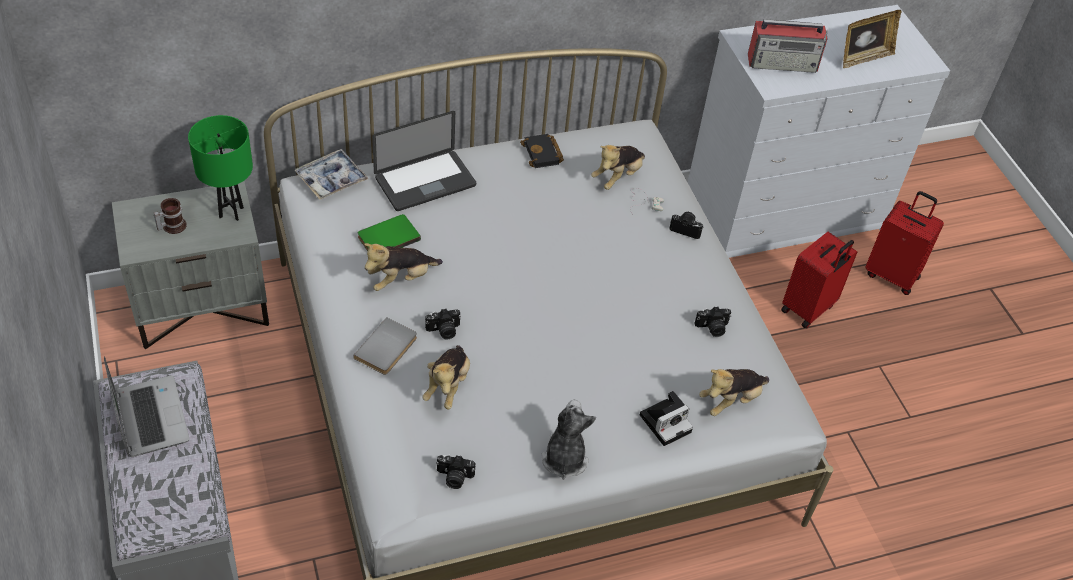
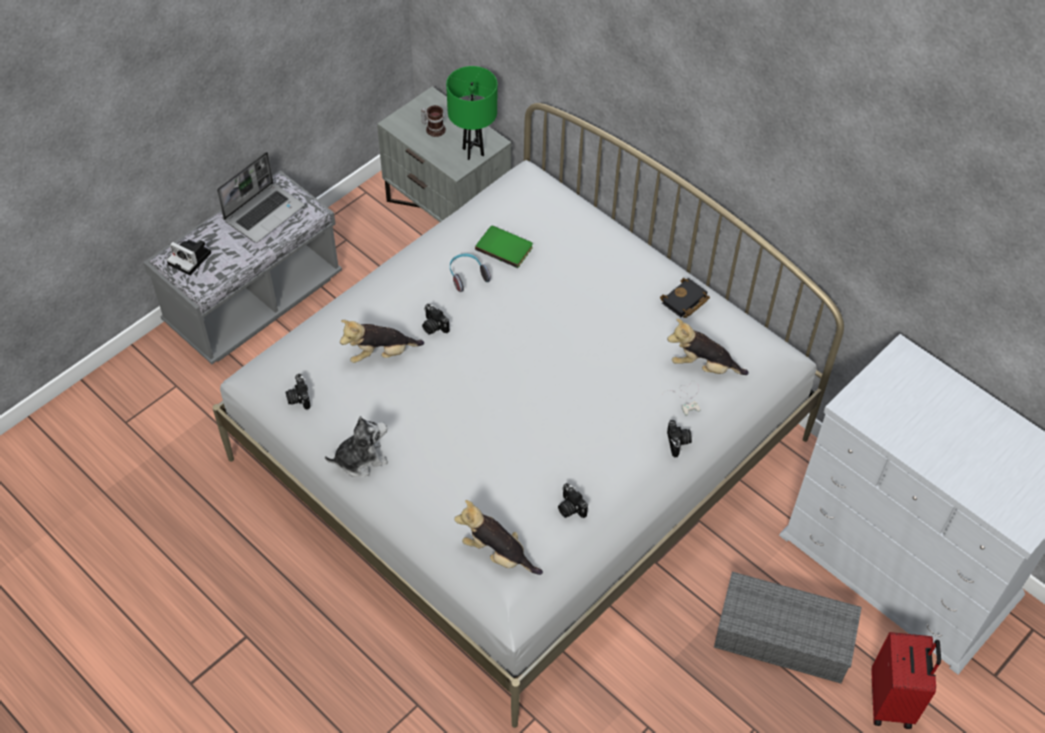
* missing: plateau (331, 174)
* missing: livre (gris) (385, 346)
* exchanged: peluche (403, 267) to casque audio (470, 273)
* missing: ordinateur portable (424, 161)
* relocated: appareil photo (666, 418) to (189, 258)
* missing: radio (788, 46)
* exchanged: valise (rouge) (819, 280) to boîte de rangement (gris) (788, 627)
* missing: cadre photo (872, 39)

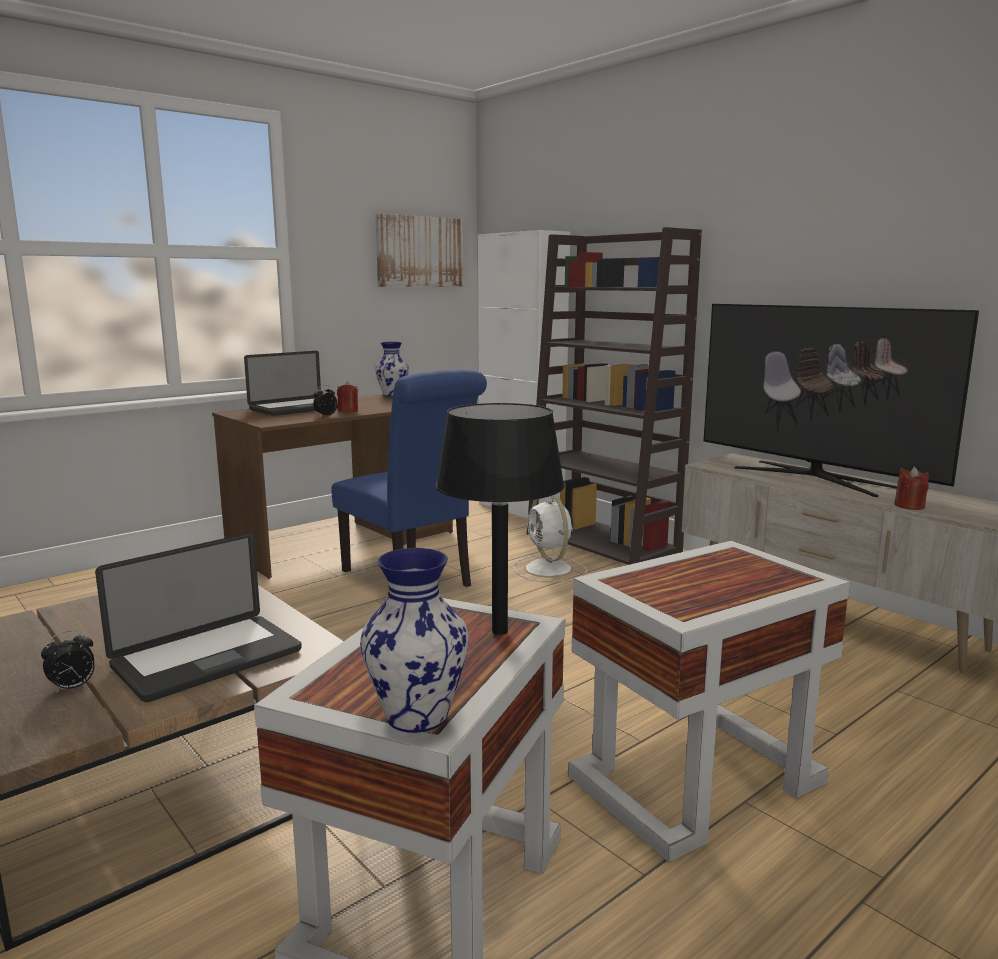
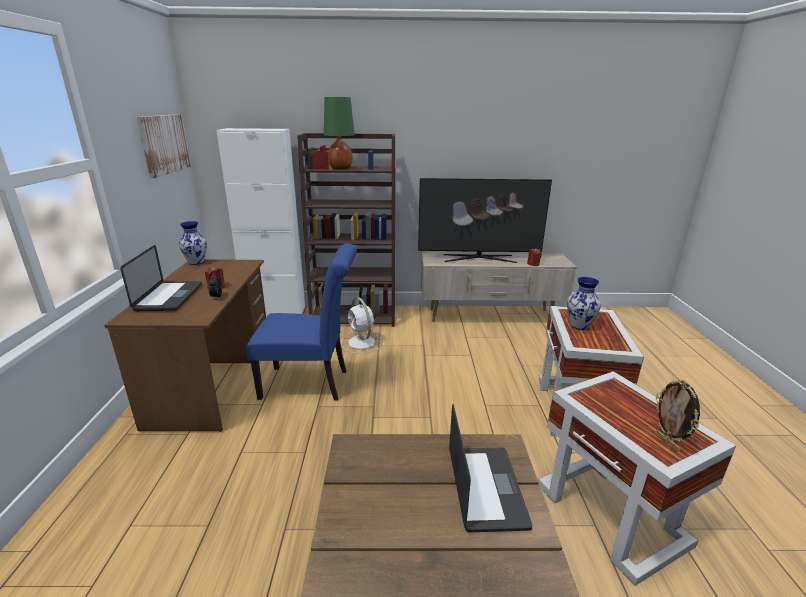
* missing: réveil (67, 662)
* relocated: vase (414, 640) to (584, 303)
* missing: lampe de table (noir) (500, 519)
* spun: ventilateur (blanc) (550, 538) = (362, 325) 45 degrees clockwise
* appeared: lampe de table (vert) (339, 133)
* appeared: cadre photo (677, 416)

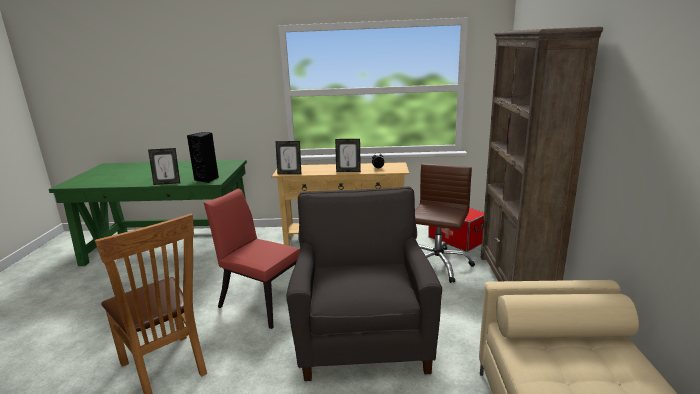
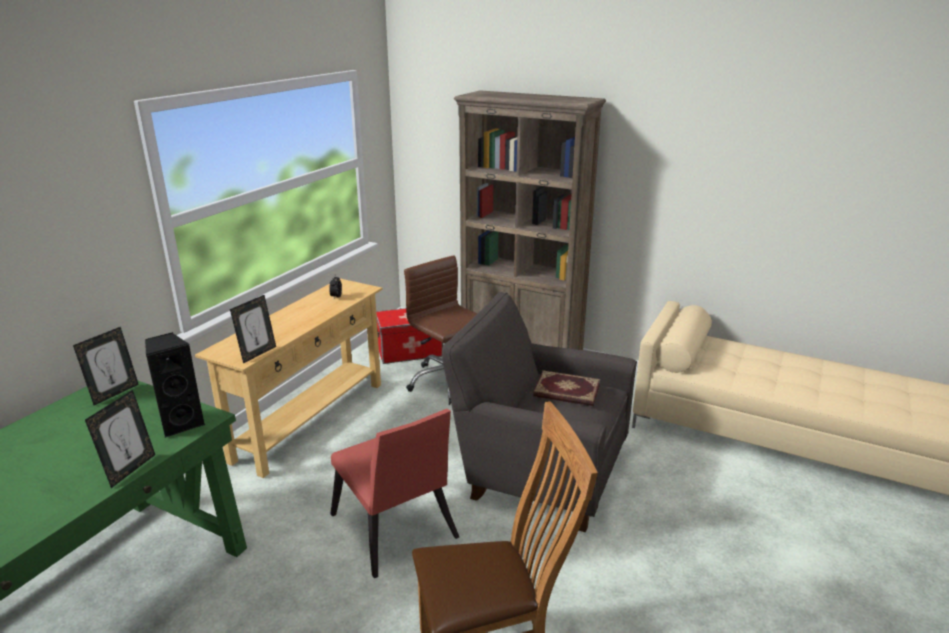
* spun: chaise (rouge) (252, 259) = (394, 493) 90 degrees counterclockwise
* relocated: cadre photo (348, 155) to (106, 366)
* appeared: livre (566, 388)

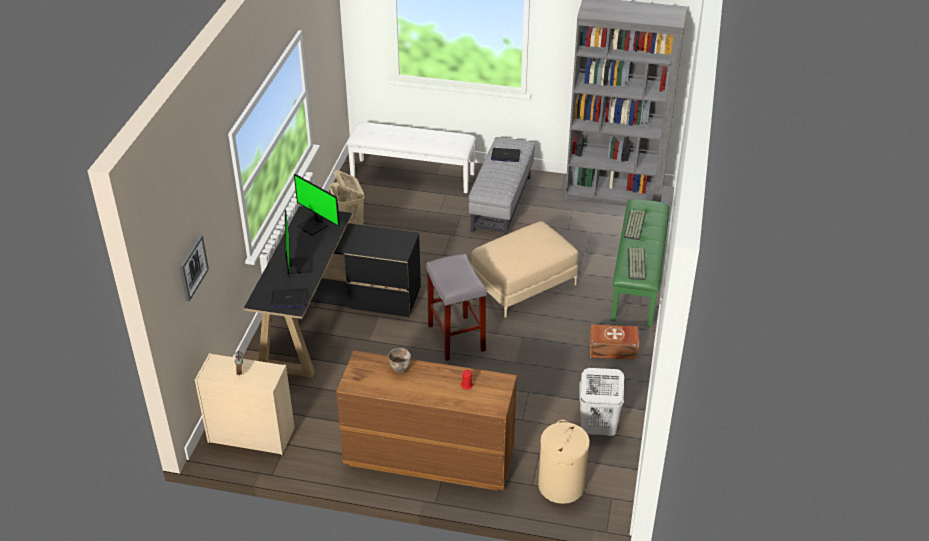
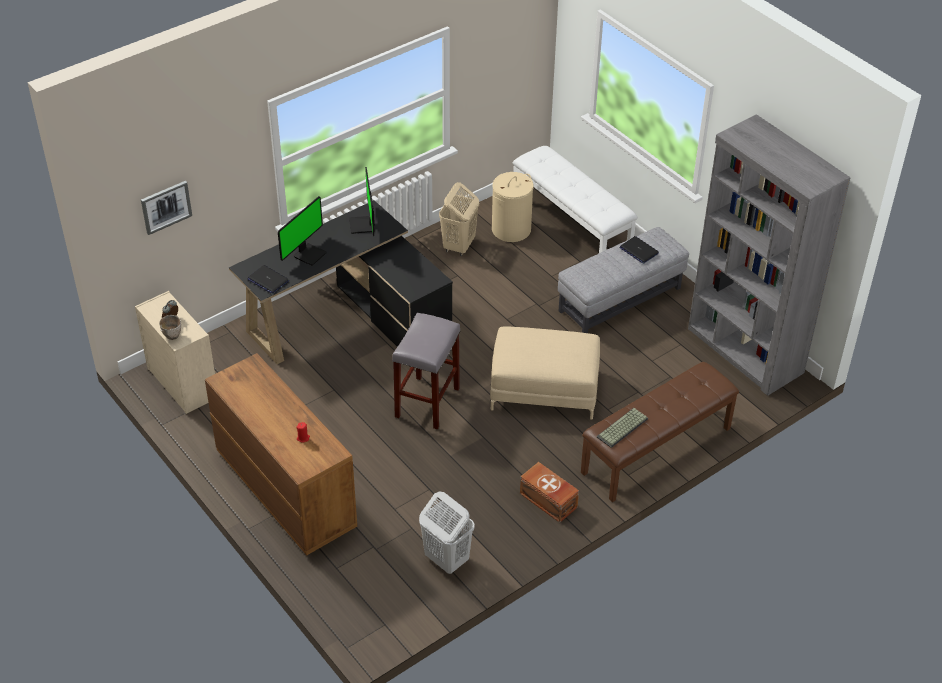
* relocated: bol (399, 360) to (170, 327)
* relocated: panier à linge (beige) (564, 462) to (513, 207)
* colour: banc (vert) (640, 263) to banc (marron) (660, 432)
* missing: clavier (635, 224)

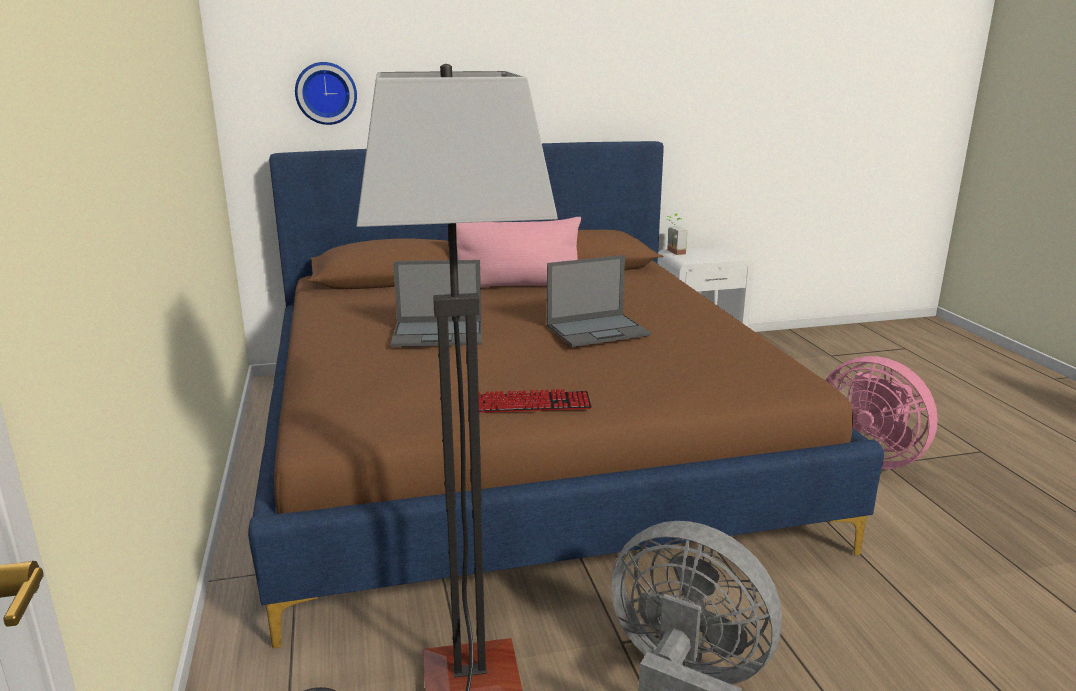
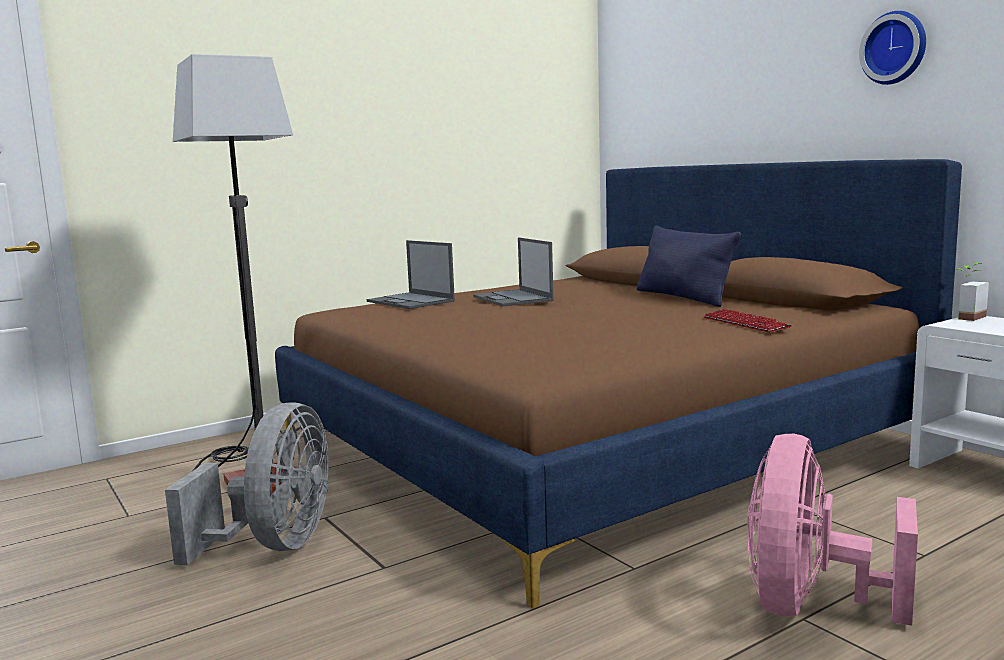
* relocated: horloge murale (326, 93) to (892, 48)
* colour: coussin (rose) (518, 252) to coussin (bleu) (688, 266)
* relocated: clavier (535, 401) to (748, 320)
* relocated: ordinateur portable (599, 301) to (411, 274)

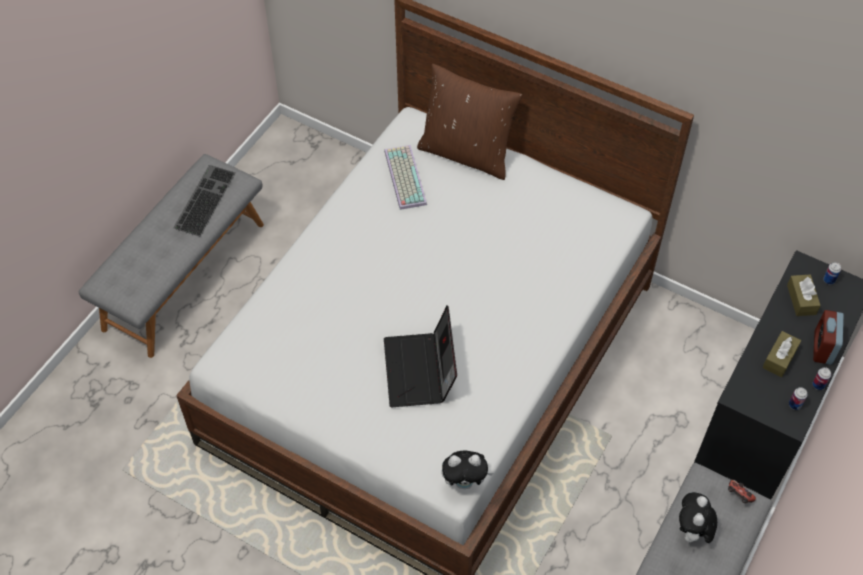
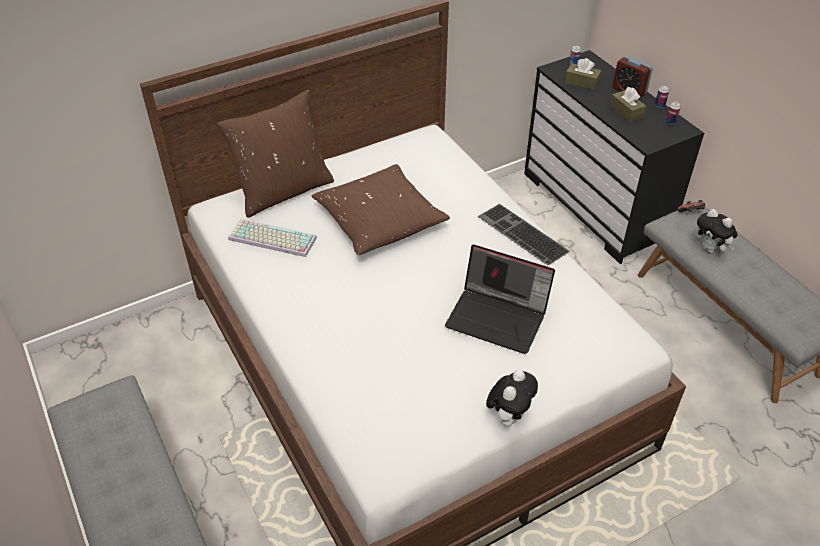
* relocated: clavier (204, 200) to (524, 234)
* relocated: peluche (467, 470) to (512, 398)
* appeared: coussin (marron) (380, 209)

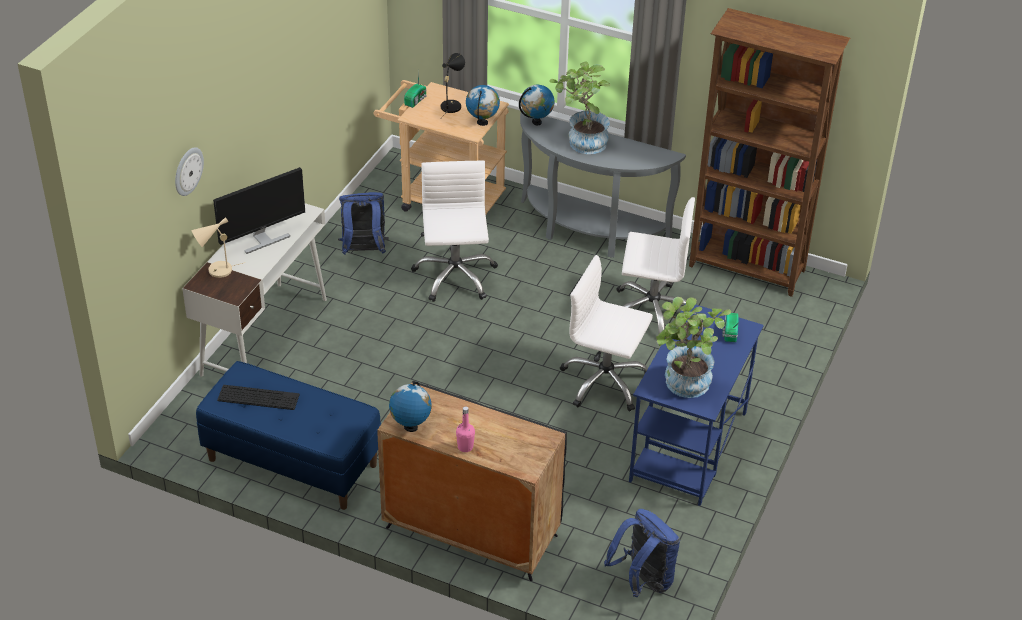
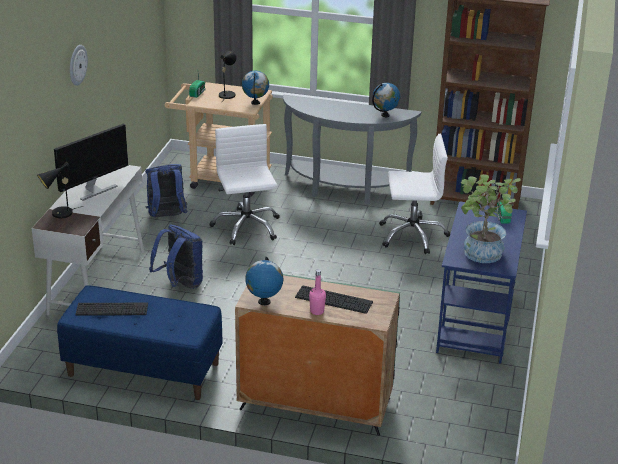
* relocated: horloge murale (189, 171) to (79, 65)
* colour: lampe de table (beige) (218, 247) to lampe de table (noir) (60, 190)
* colour: meuble de rangement (noir) (472, 481) to meuble de rangement (vert) (317, 354)
* relocated: globe (536, 105) to (386, 100)
* missing: plante en pot (579, 107)
* missing: chaise de bureau (blanc) (606, 333)
* relocated: sac à dos (bleu) (642, 553) to (176, 257)
* appeared: clavier (334, 299)

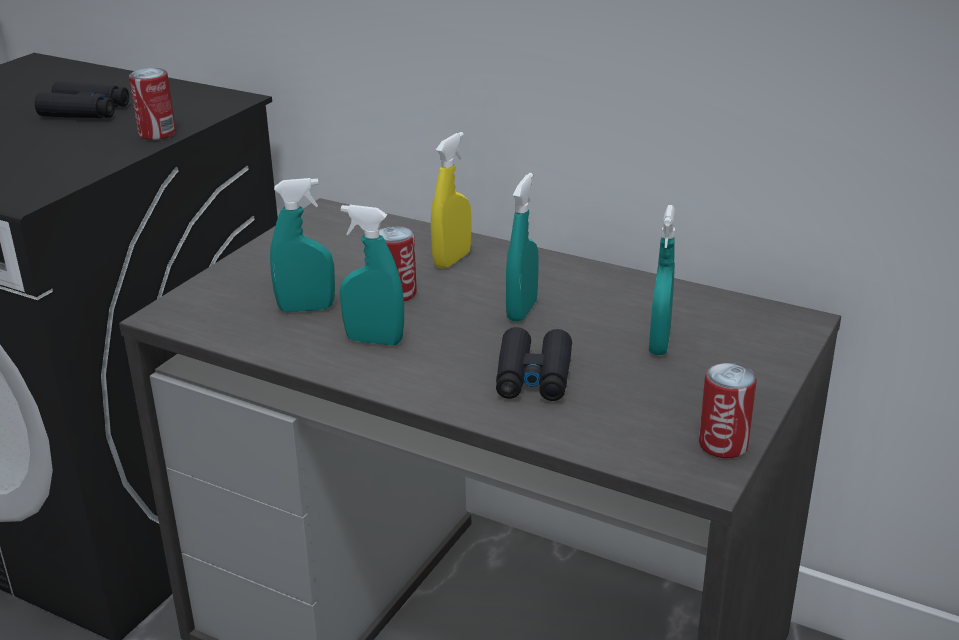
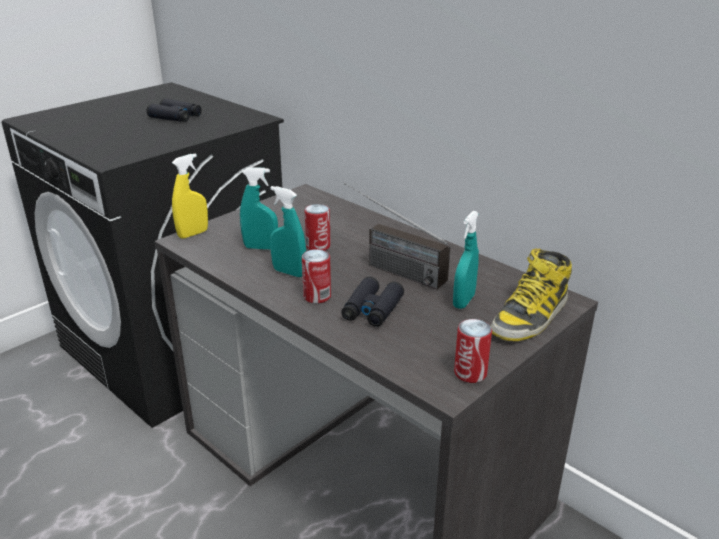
* relocated: boîte métallique (152, 104) to (316, 276)
* relocated: vaporisateur (jaune) (451, 200) to (190, 196)
* exchanged: vaporisateur (turquoise) (522, 247) to radio (397, 236)
* appeared: botte (531, 295)

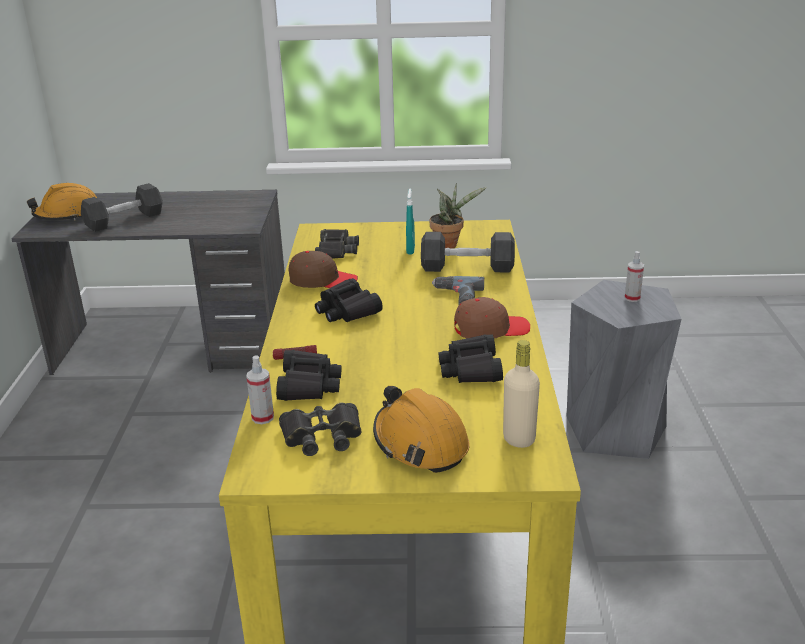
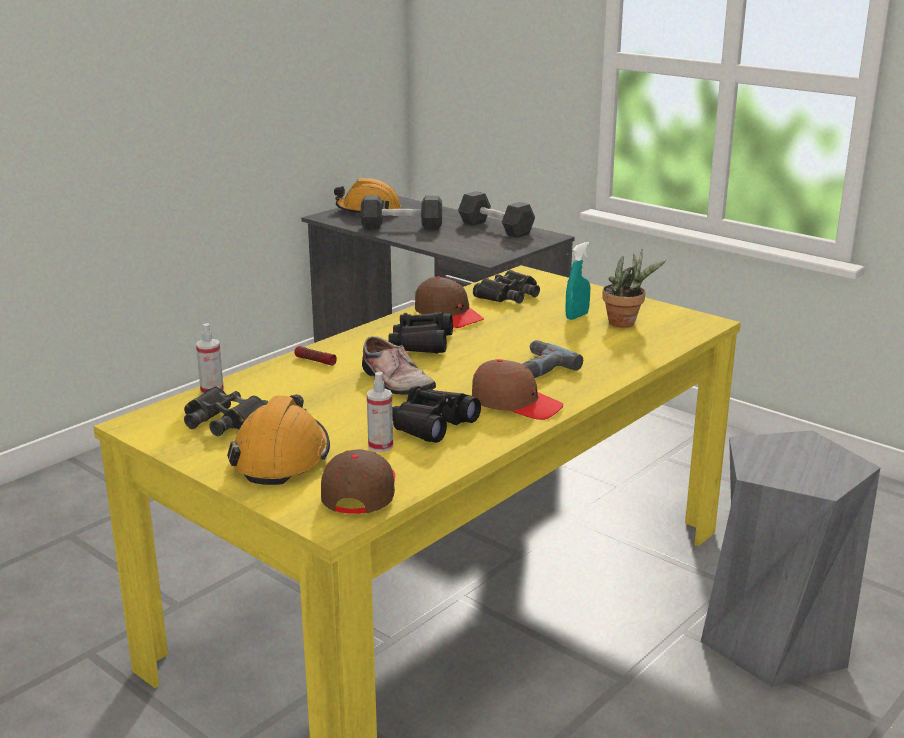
* missing: jumelles (noir) (309, 375)
* relocated: haltère (noir) (468, 252) to (496, 214)
* exchanged: bouteille (beige) (521, 394) to casquette (marron) (358, 481)
* relocated: vaporisateur (634, 276) to (380, 412)
* appeared: chaussure (399, 365)

